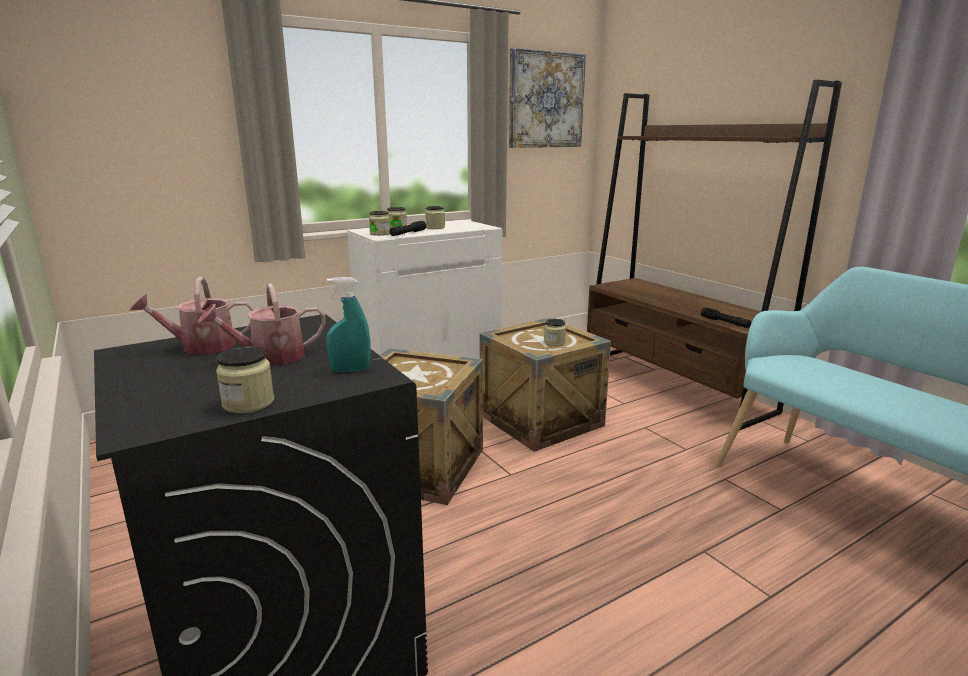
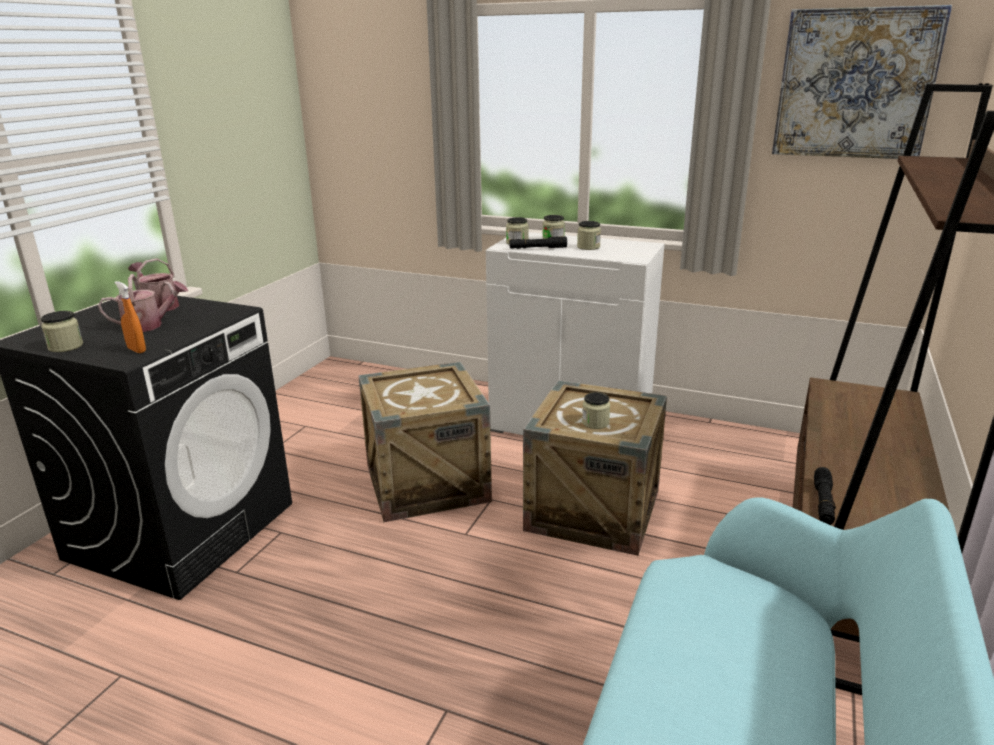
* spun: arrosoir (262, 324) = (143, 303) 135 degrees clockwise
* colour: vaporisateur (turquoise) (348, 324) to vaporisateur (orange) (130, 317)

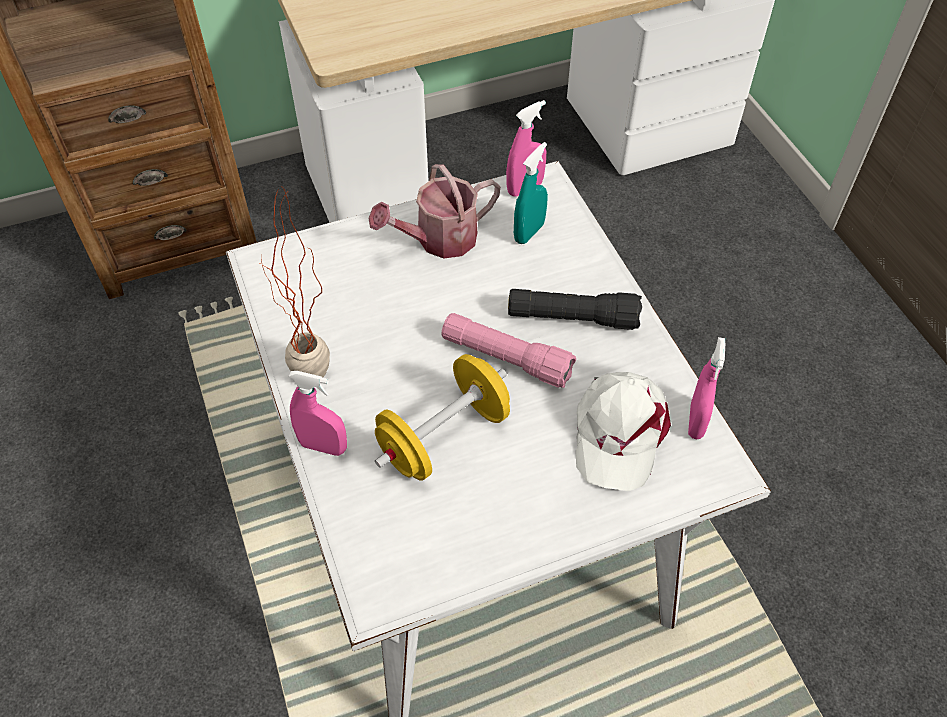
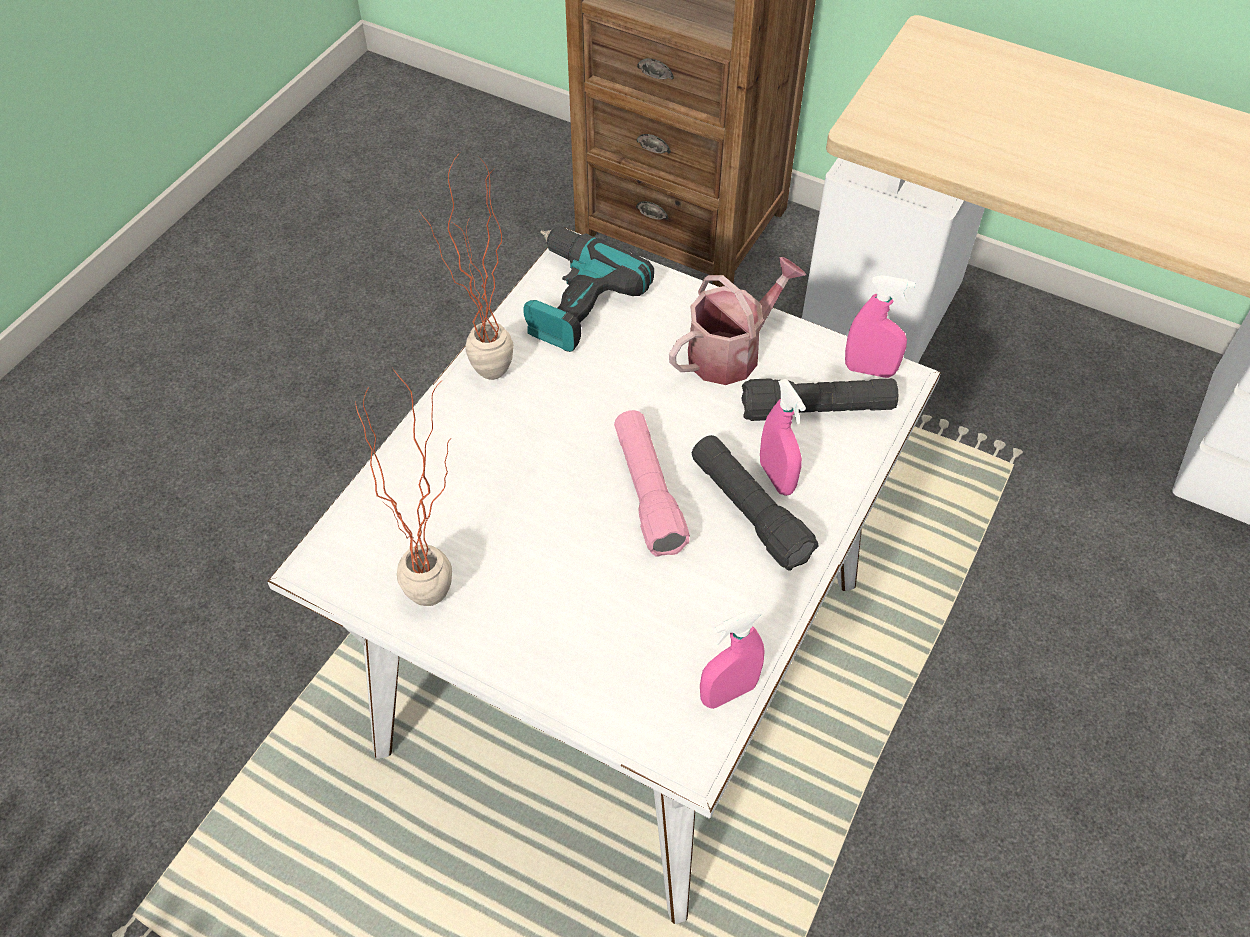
* relocated: vaporisateur (rose) (317, 413) to (783, 437)
* spun: arrosoir (434, 211) = (737, 321) 120 degrees clockwise
* missing: haltère (jaune) (442, 417)
* exchanged: vaporisateur (turquoise) (531, 193) to lampe de poche (noir) (819, 399)
* missing: casquette (blanc) (623, 431)
* appeared: plante en pot (403, 487)
* appeared: perceuse (588, 289)

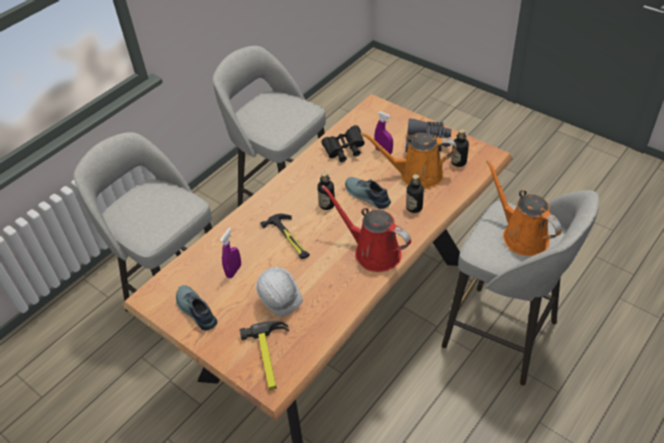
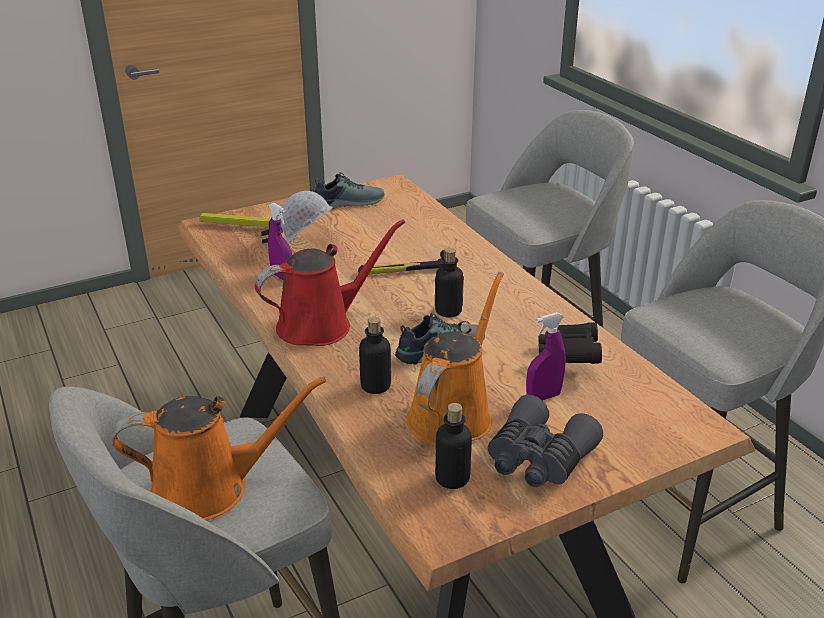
* relocated: vaporisateur (violet) (230, 253) to (280, 242)

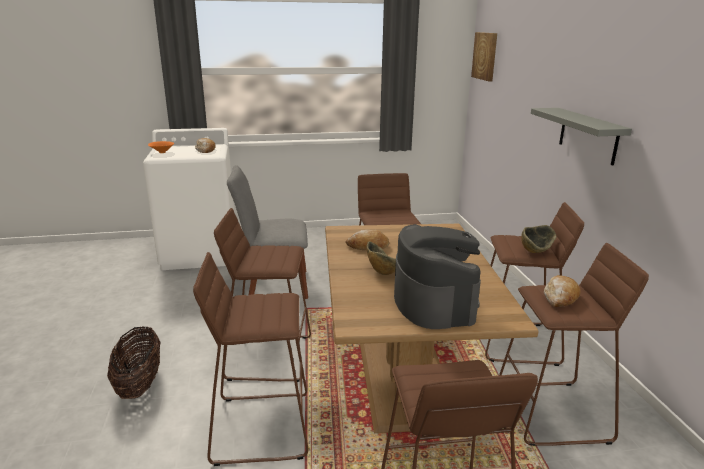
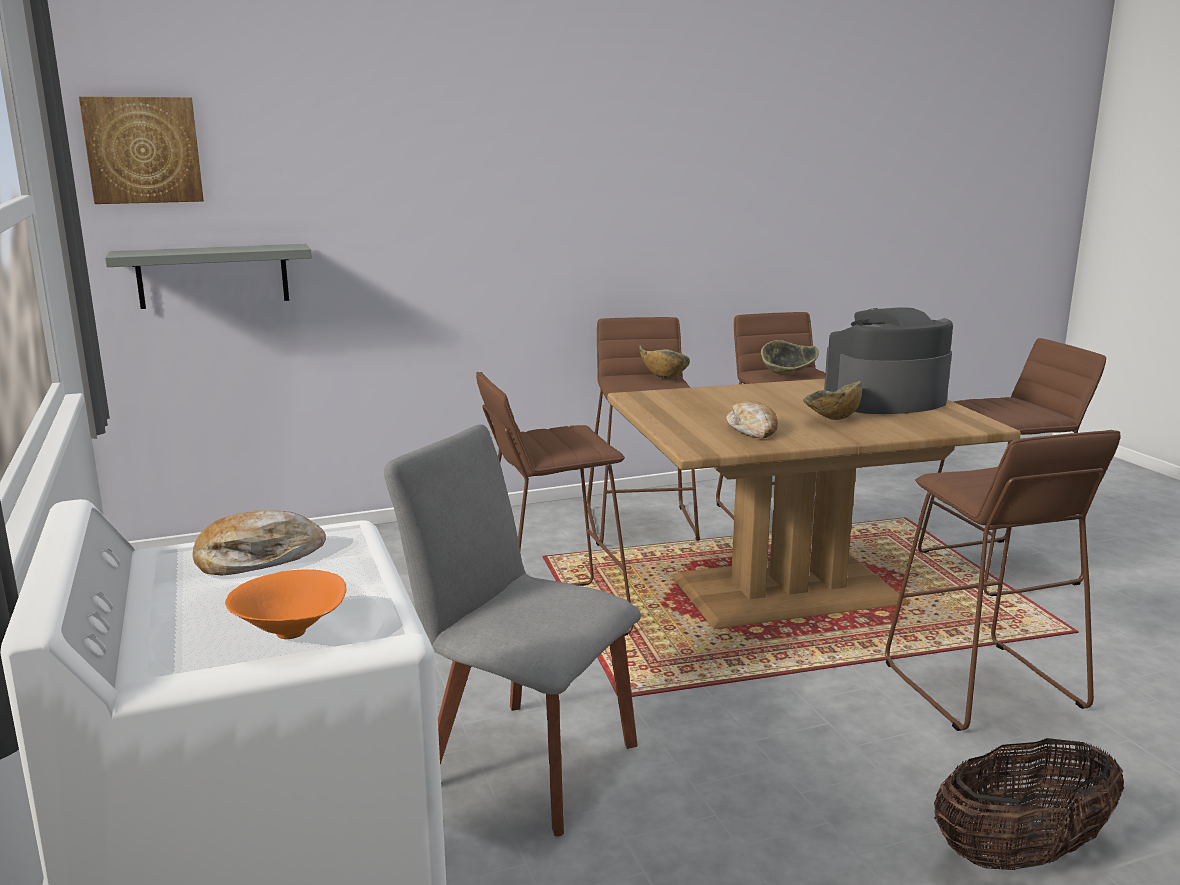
* missing: tabouret (marron) (262, 295)
* spun: chaise (gris) (267, 232) = (512, 630) 135 degrees clockwise
* relocated: étagère (gris) (581, 137) to (208, 276)
* exchanged: pain (562, 291) to bol (790, 357)

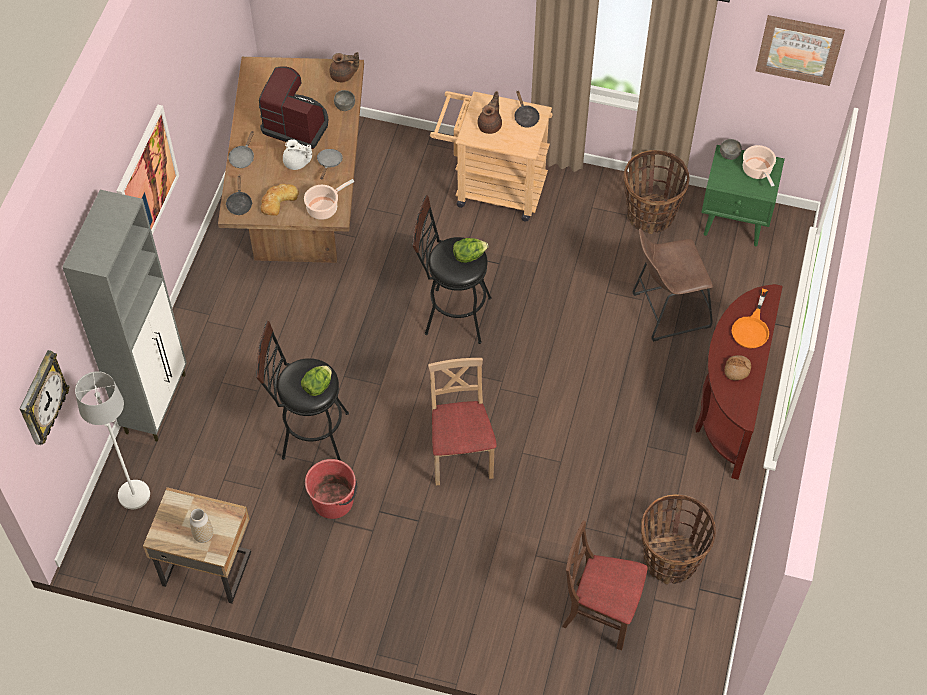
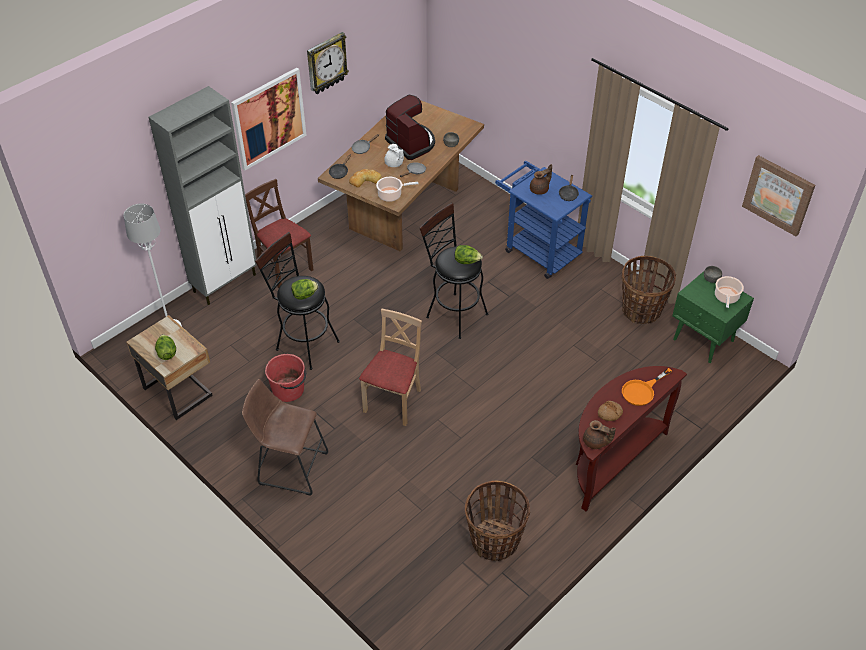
* relocated: horloge murale (44, 397) to (328, 63)
* exchanged: vase (201, 525) to laitue (165, 347)
* relocated: théière (marron) (344, 67) to (599, 434)
* colour: chariot (beige) (491, 156) to chariot (bleu) (543, 220)
* relocated: chaise (marron) (605, 585) to (279, 233)
* relocated: tabouret (marron) (673, 285) to (285, 437)

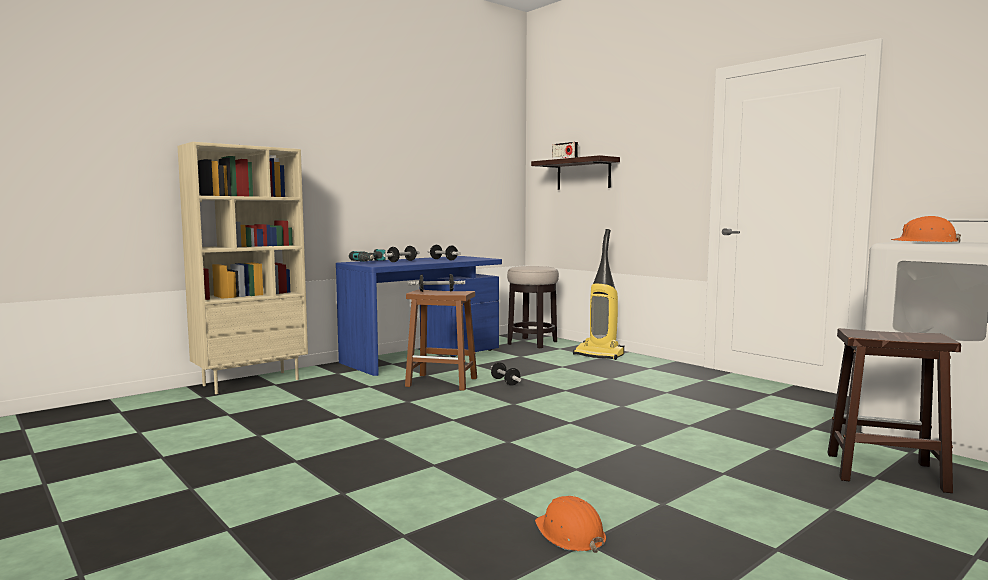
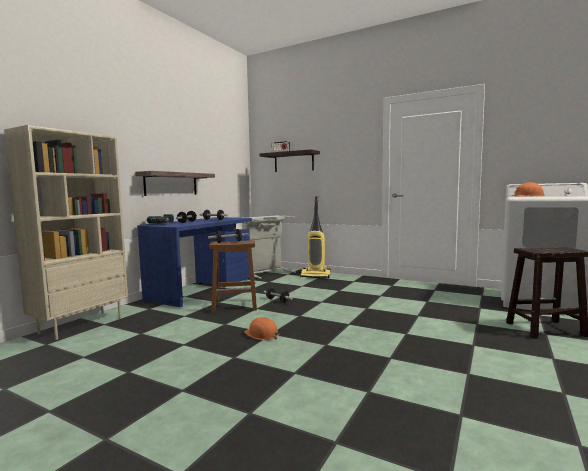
* exchanged: tabouret (533, 307) to panier à linge (gris) (268, 247)
* relocated: casque de chantier (orange) (570, 524) to (261, 328)
* appeared: étagère (175, 183)

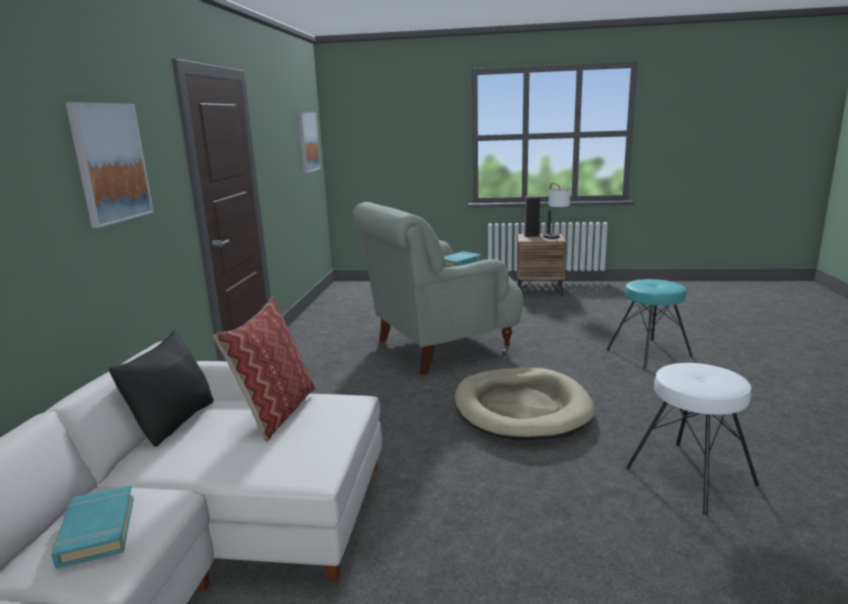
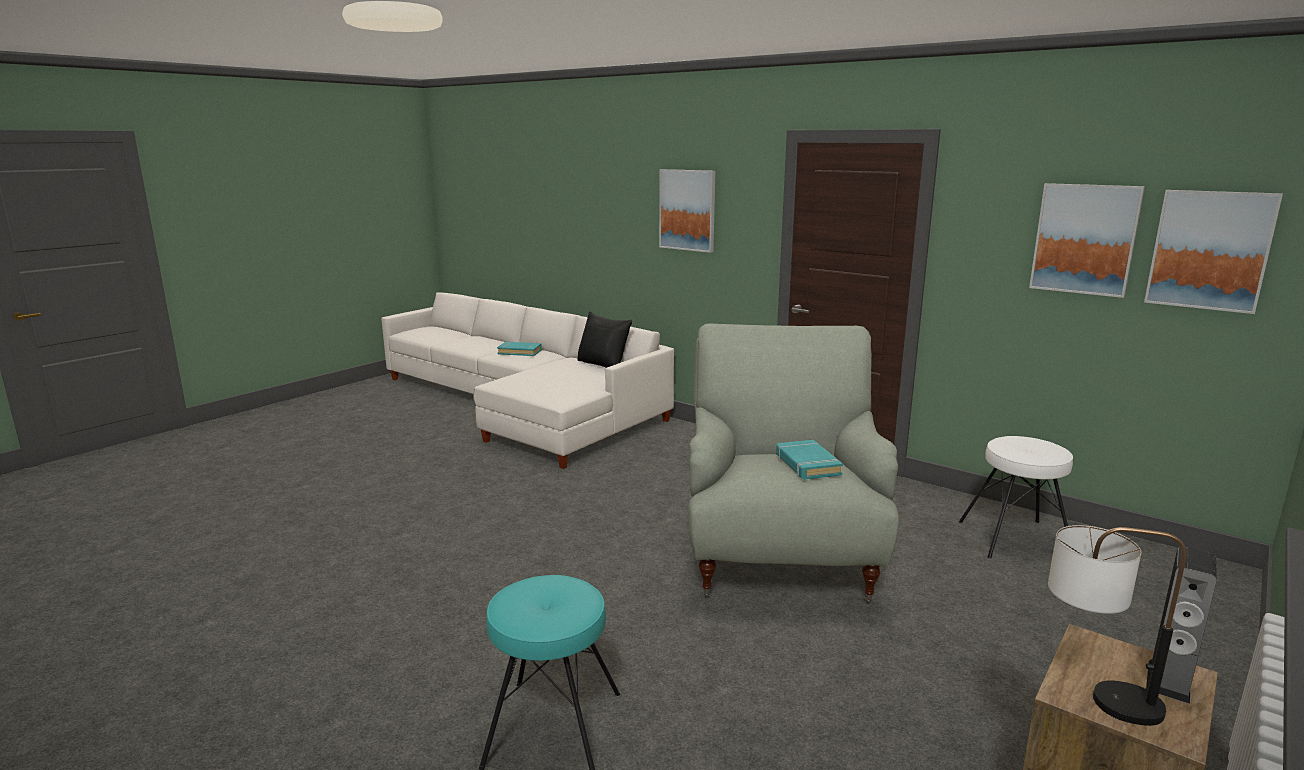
* missing: coussin (264, 369)
* missing: panier pour chien (beige) (525, 404)
* relocated: tabouret (blanc) (692, 439) to (1016, 497)
* appeared: tableau (1087, 240)

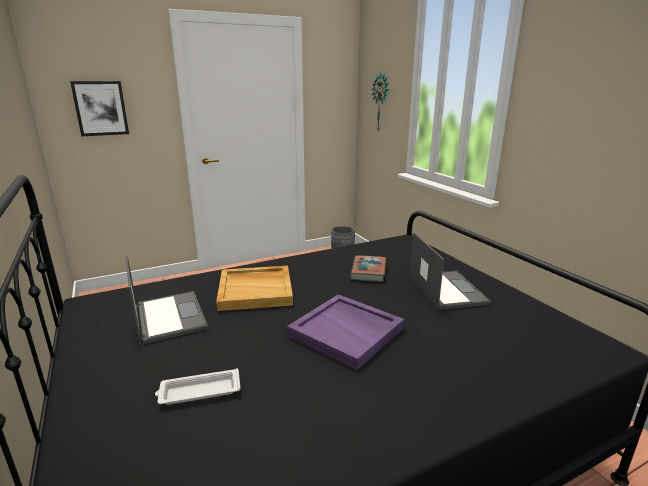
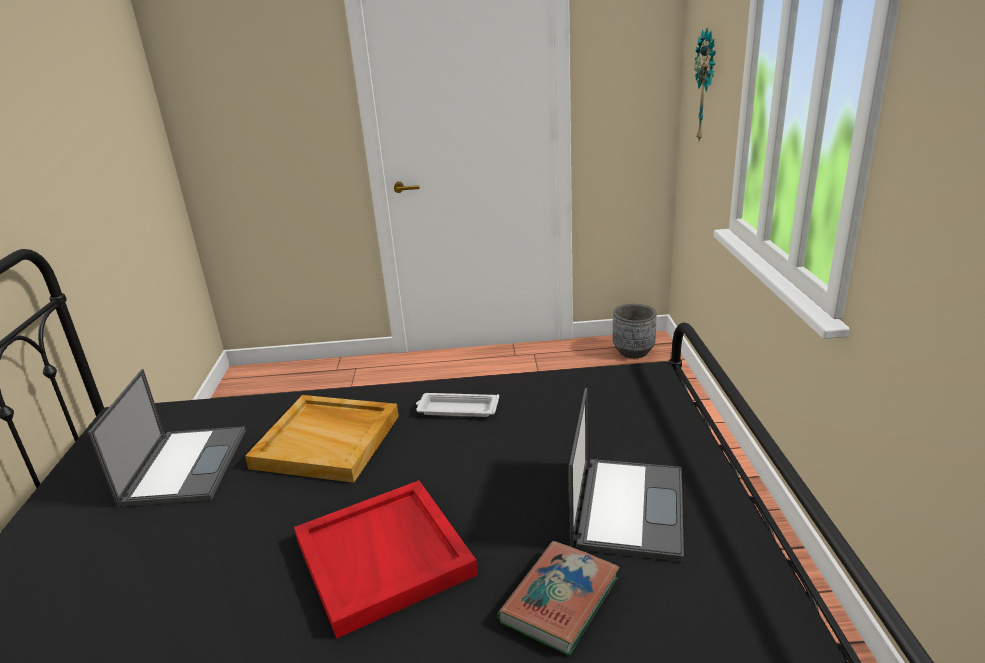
* missing: tableau (99, 108)
* relocated: plateau (blanc) (198, 386) to (457, 405)
* colour: plateau (violet) (345, 332) to plateau (rouge) (386, 559)
* relocated: livre (368, 268) to (558, 598)

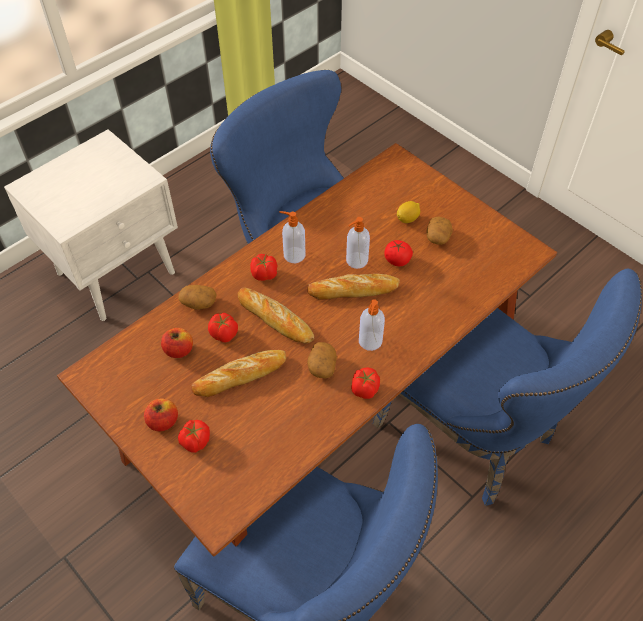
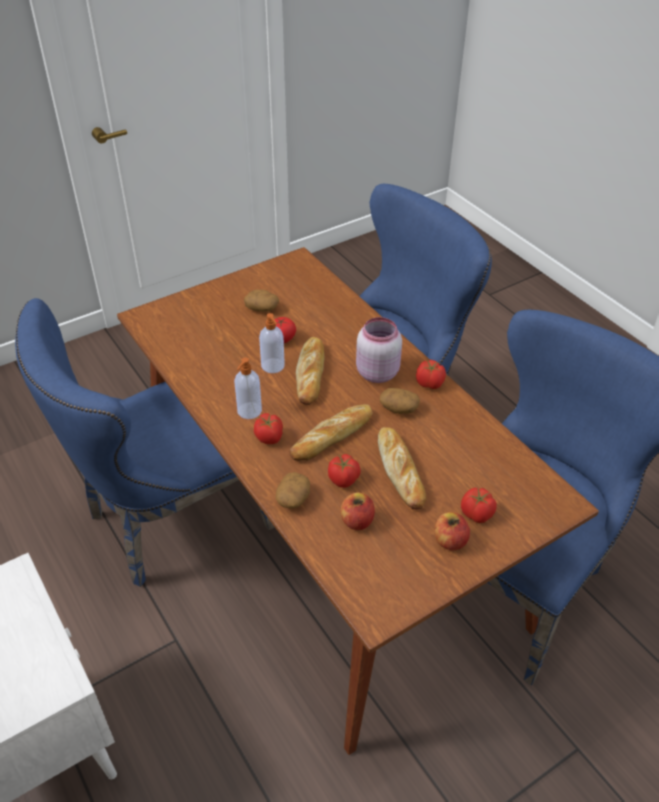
* exchanged: distributeur de savon (372, 325) to bocal (rose) (379, 350)
* missing: citron (408, 212)

